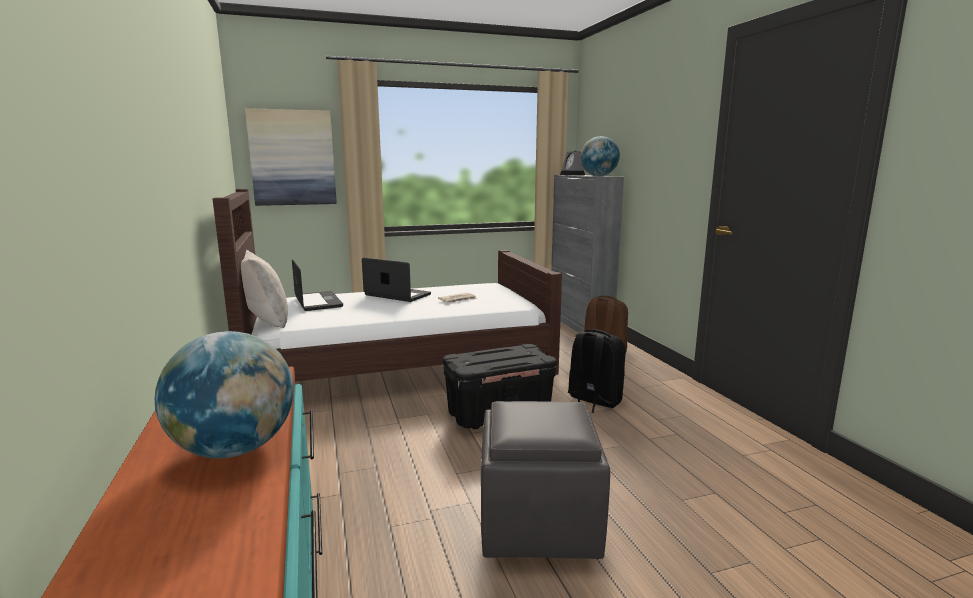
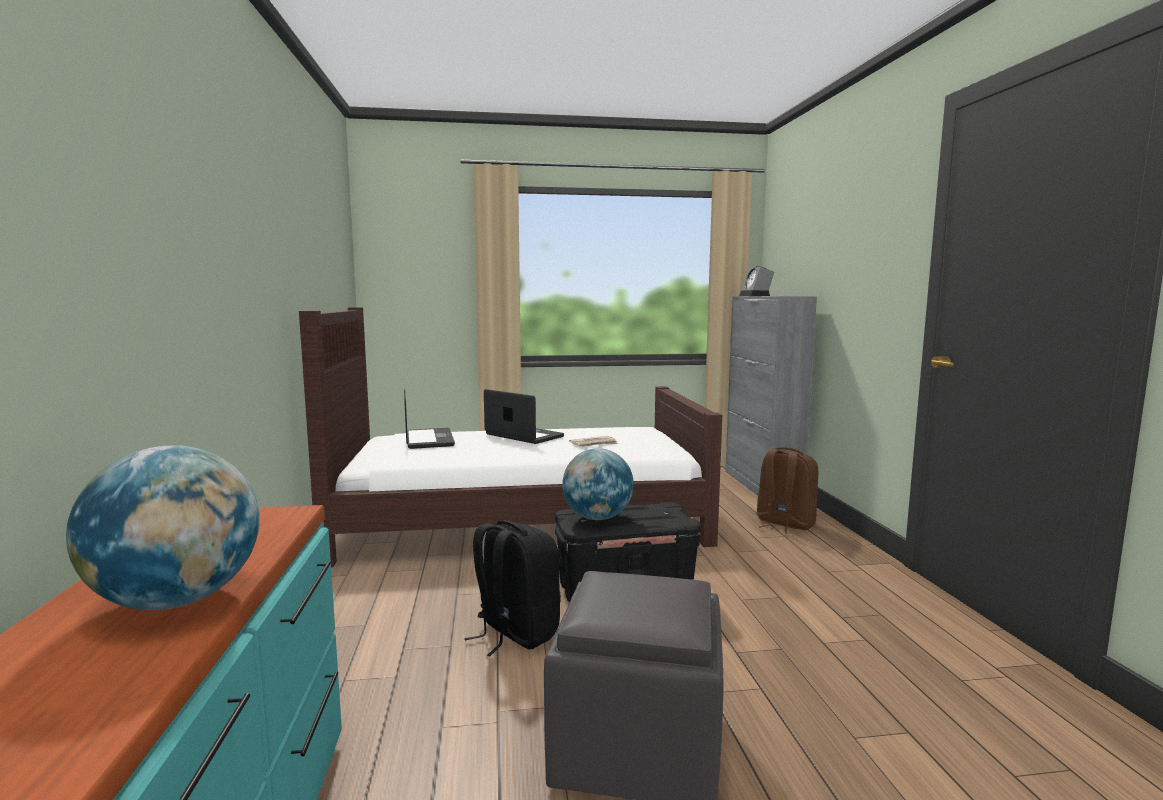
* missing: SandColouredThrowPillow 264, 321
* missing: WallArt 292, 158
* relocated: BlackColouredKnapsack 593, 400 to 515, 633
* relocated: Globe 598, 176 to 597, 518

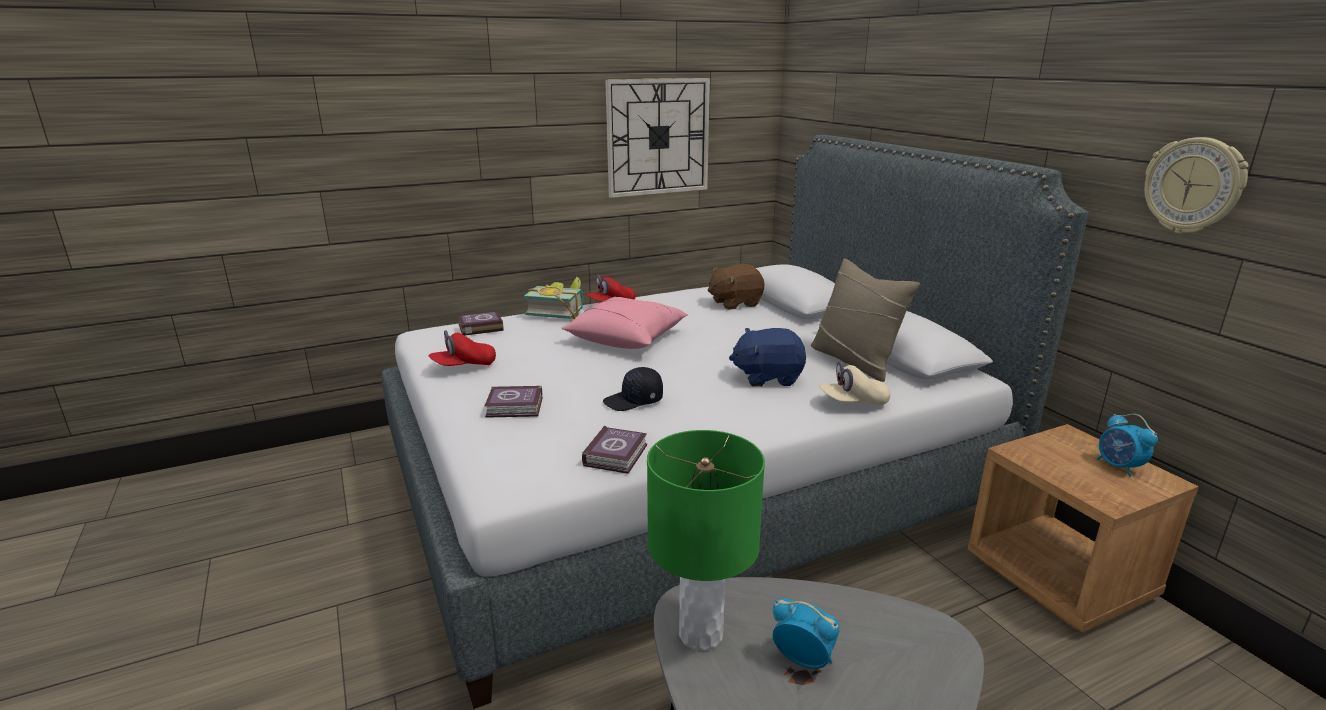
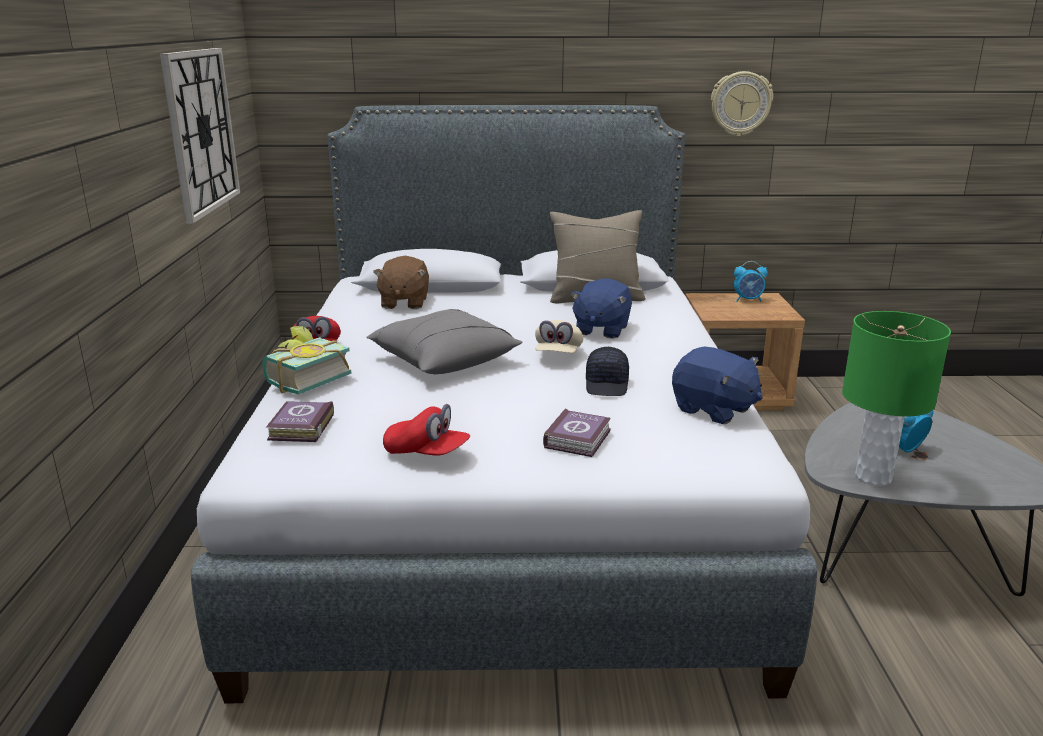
* relocated: SandColouredPeakedCap 853, 402 to 558, 355
* exchanged: Book 617, 454 to BluishPlushToy 713, 410
* colour: PinkColouredThrowPillow 627, 338 to GreyishThrowPillow 443, 360
* spun: RedPeakedCap 464, 366 = 426, 453 60 degrees counterclockwise

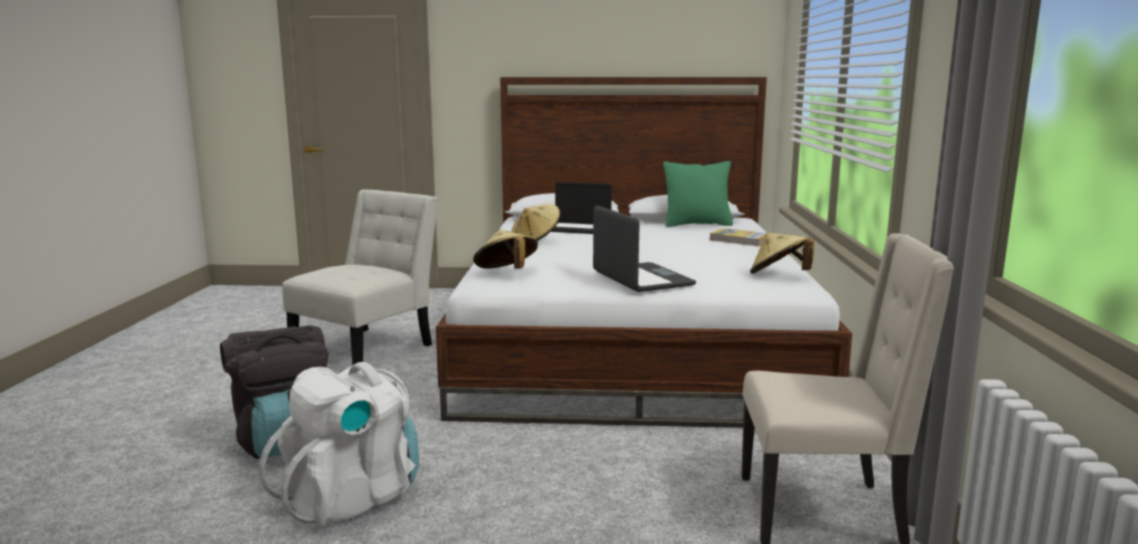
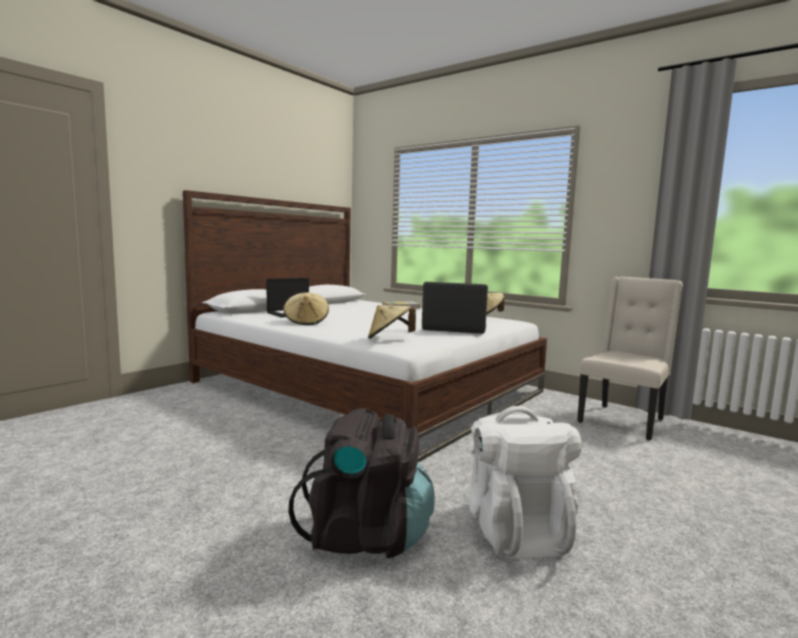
* missing: WhiteChair 368, 348
* missing: GreenishThrowPillow 697, 224

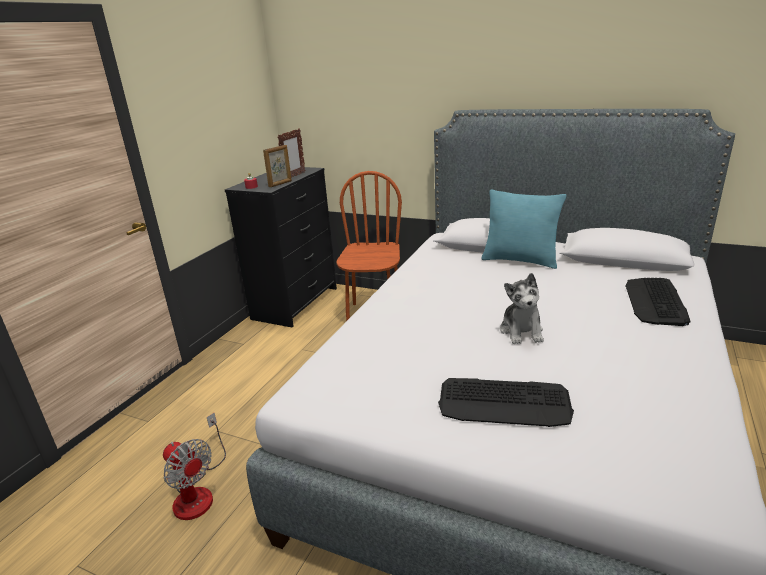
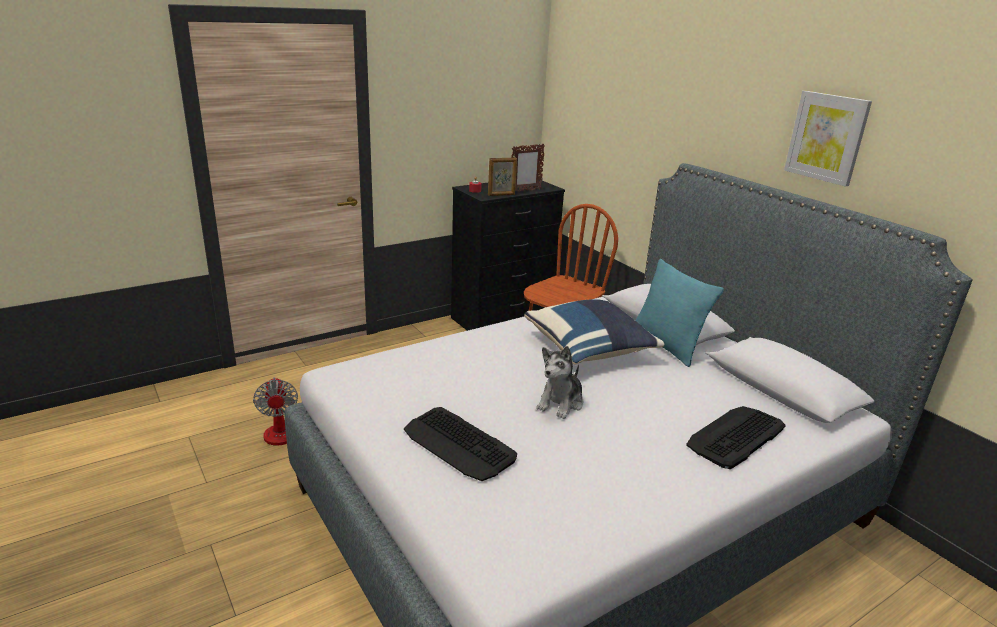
* appeared: BluishThrowPillow 590, 350
* appeared: WallArt 827, 137

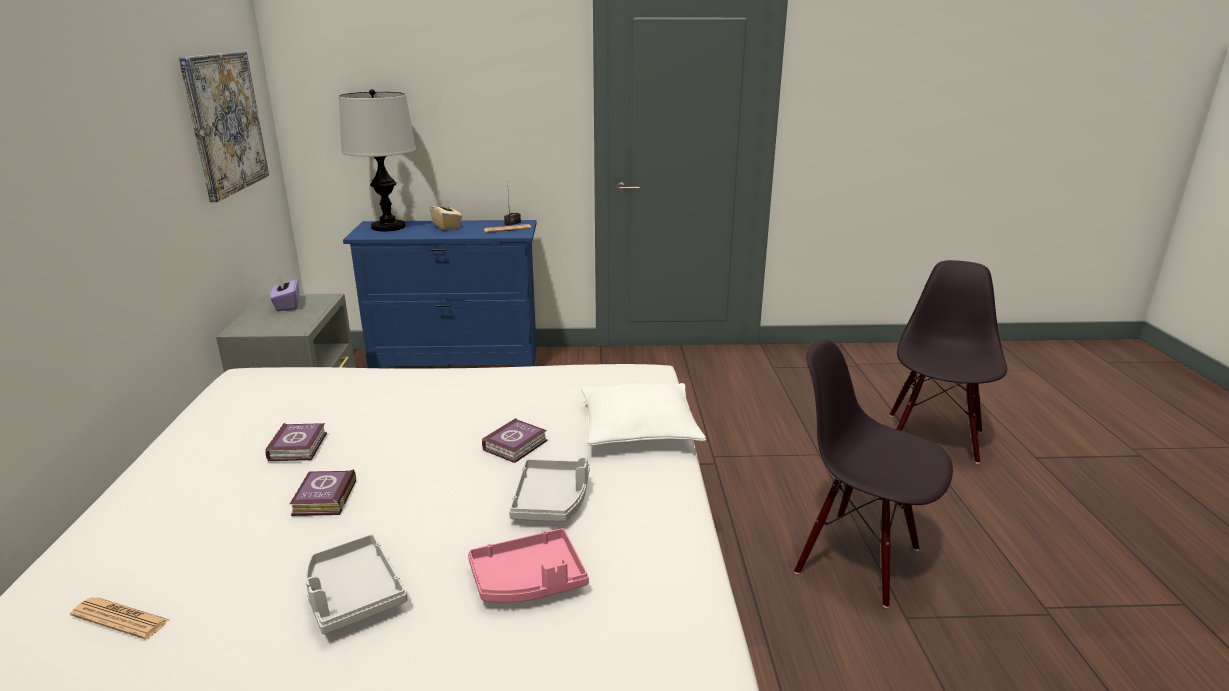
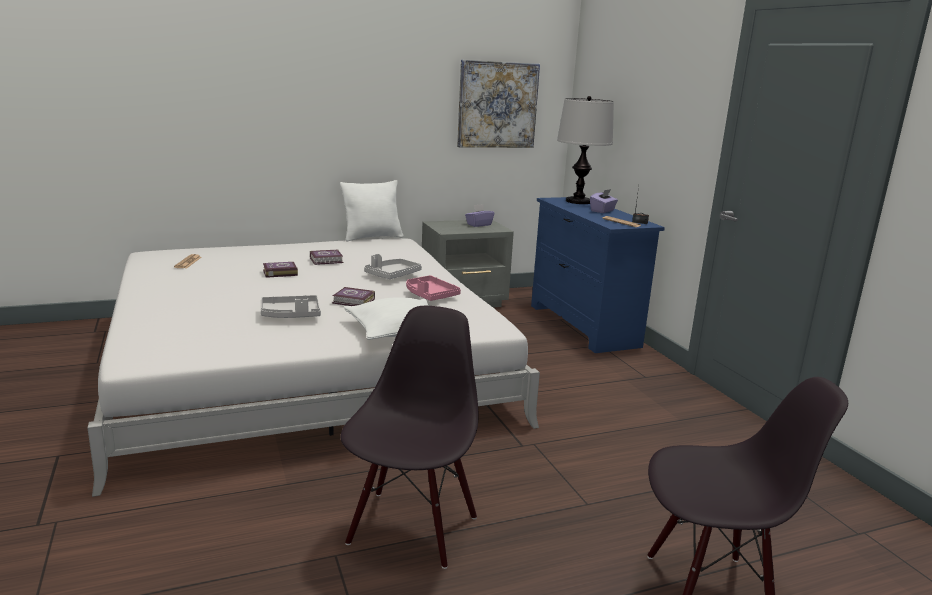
* appeared: WhiteThrowPillow 372, 237
* relocated: GreyishServingTray 352, 595 to 392, 275
* relocated: PinkColouredServingTray 529, 580 to 430, 295
* colour: SandColouredTissueBox 447, 226 to PurpleColouredTissueBox 602, 211

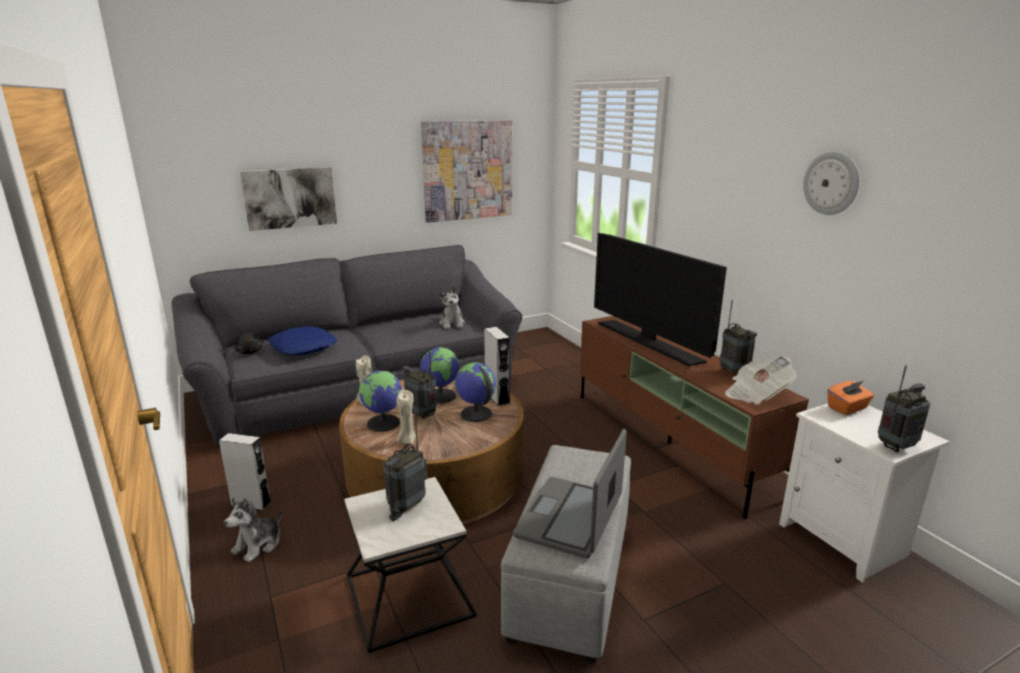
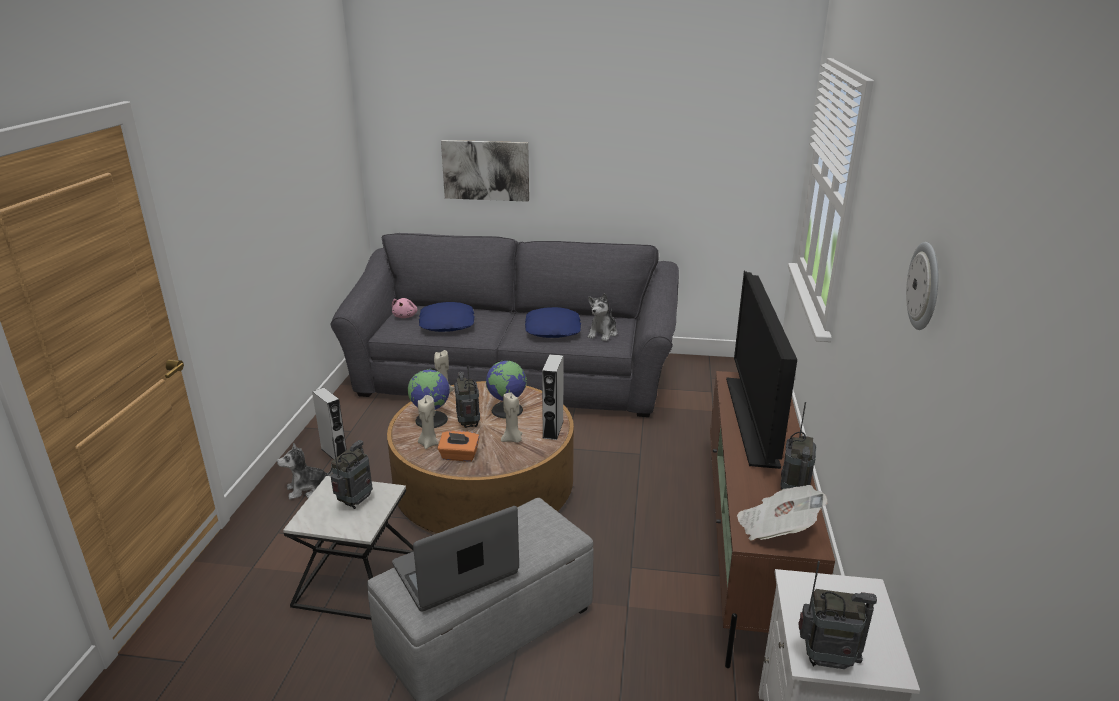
* missing: WallArt 467, 170
* appeared: BluishThrowPillow 553, 329
* relocated: OrangeyTissueBox 847, 408 to 459, 456
* exchanged: Globe 475, 414 to SandColouredWaxCandle 512, 439
* colour: BlackColouredPlushToy 250, 352 to PinkColouredPlushToy 405, 316
* spun: RadioSet 406, 506 = 356, 502 135 degrees clockwise

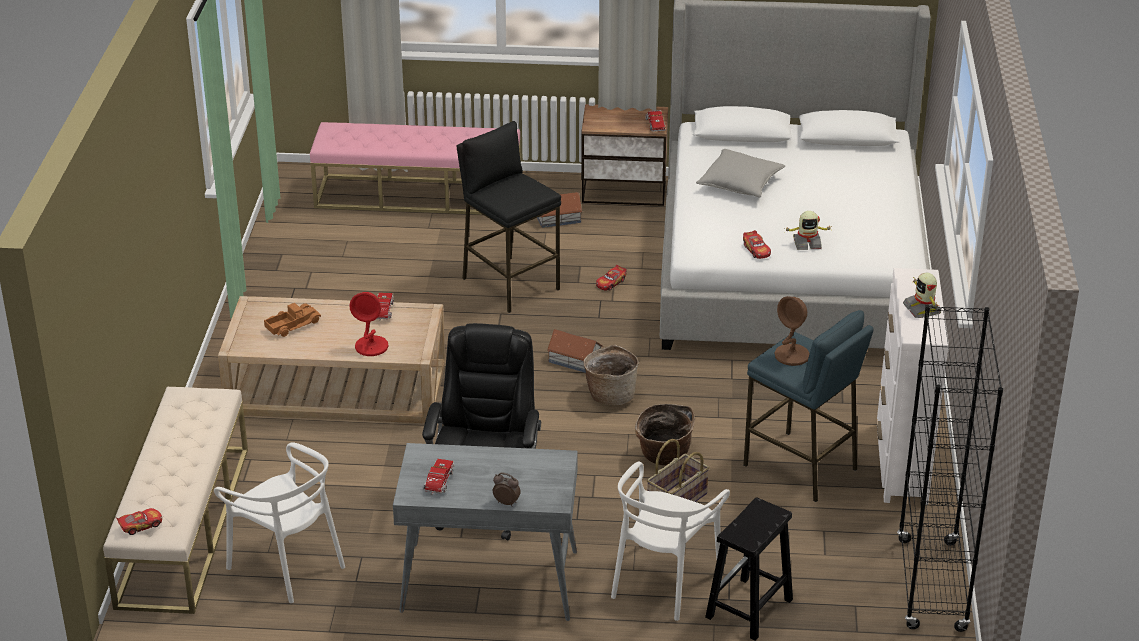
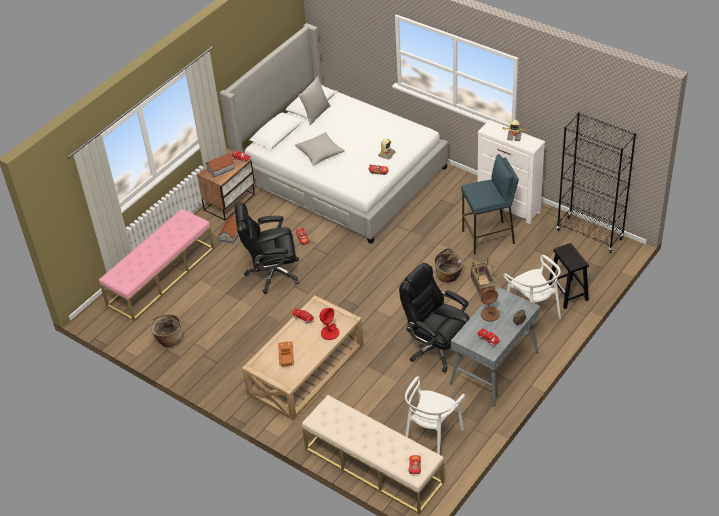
* appeared: GreyishThrowPillow 316, 114
* relocated: MiniatureHouse 574, 359 to 220, 169
* relocated: Basket 610, 395 to 169, 339
* relocated: BrownColouredTabletopLamp 792, 355 to 490, 314
* exchanged: BlackColouredStoolSeat 510, 283 to BlackColouredOfficeChair 272, 273
* spun: WhiteChair 287, 565 = 432, 436 135 degrees clockwise

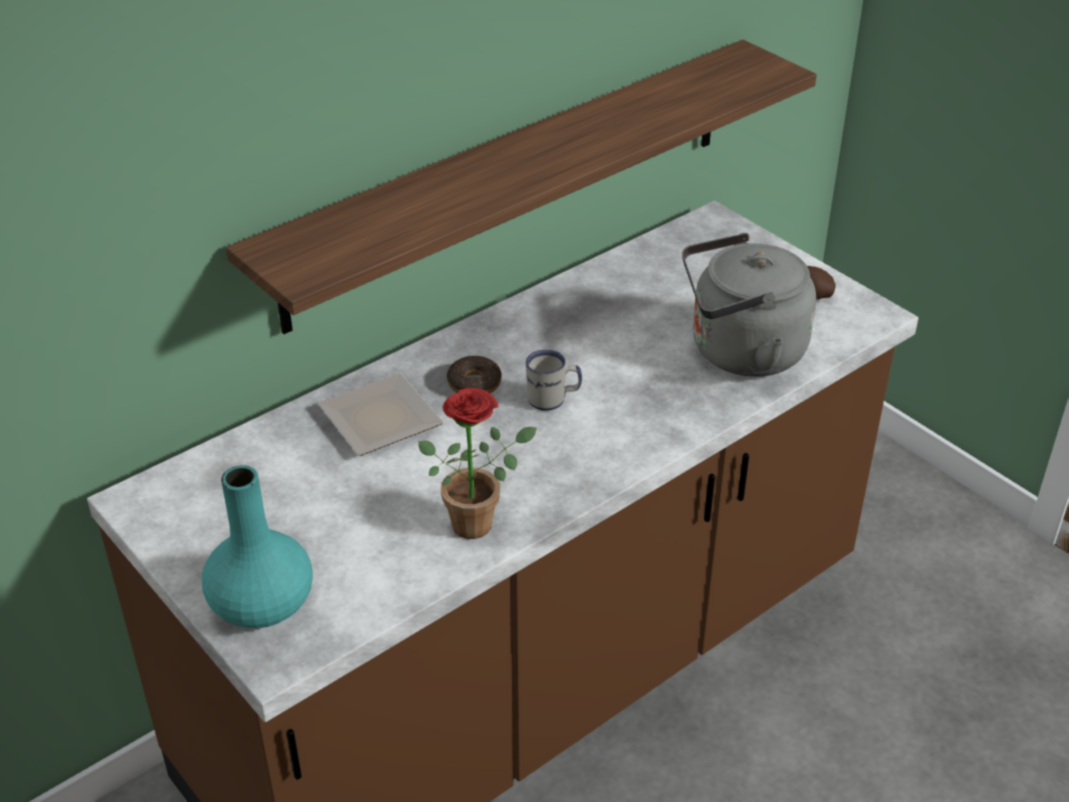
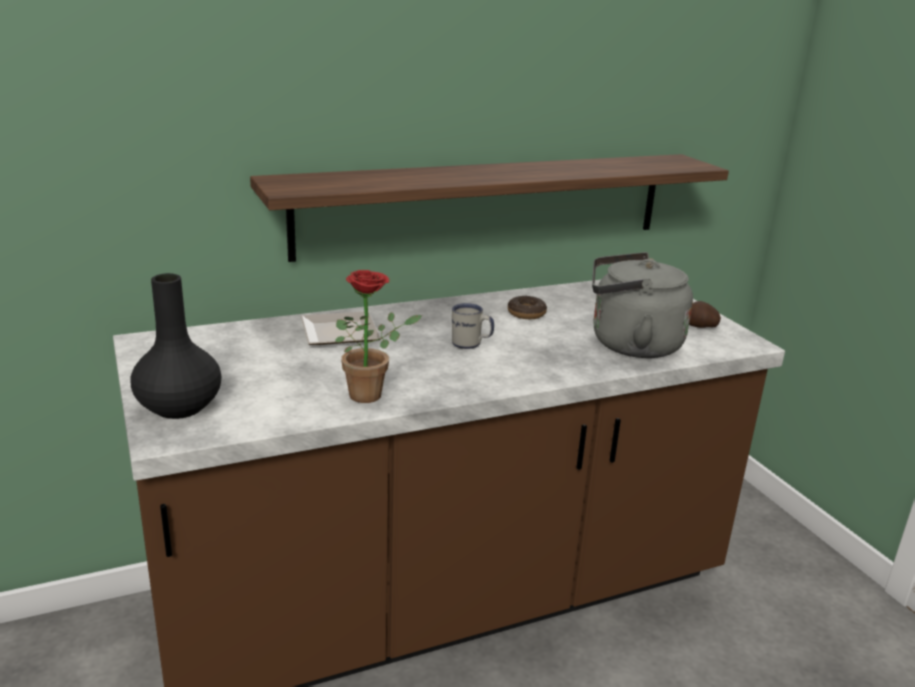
* relocated: RingDoughnut 474, 384 to 526, 313
* colour: TurquoiseFlowerVase 263, 606 to BlackColouredFlowerVase 179, 408

